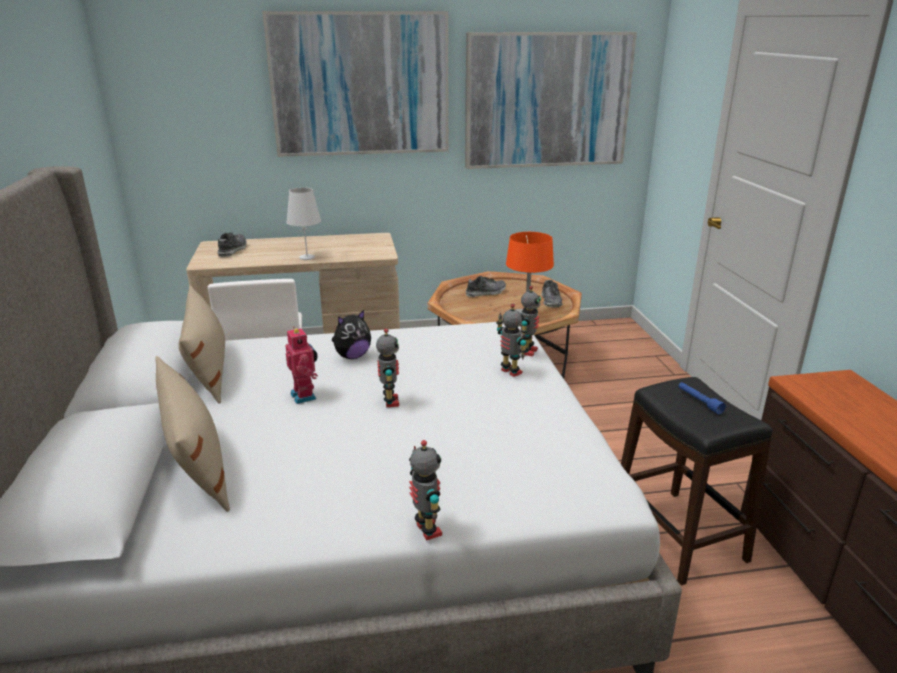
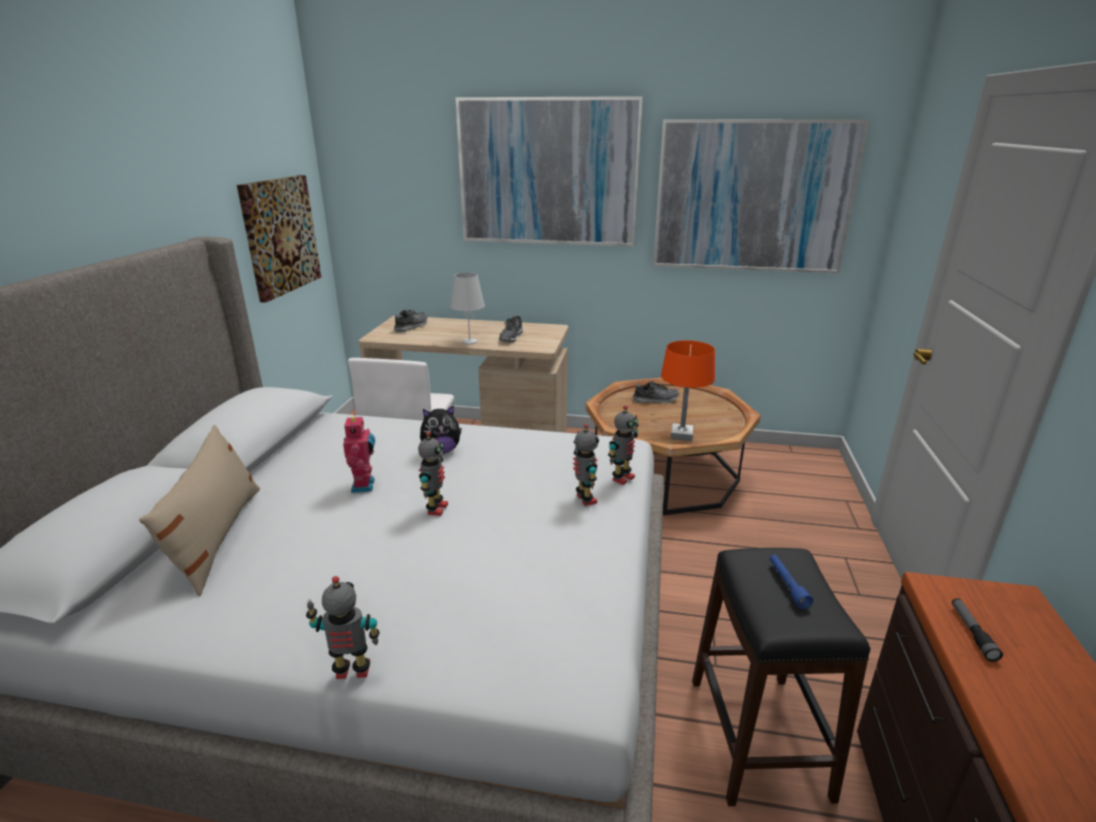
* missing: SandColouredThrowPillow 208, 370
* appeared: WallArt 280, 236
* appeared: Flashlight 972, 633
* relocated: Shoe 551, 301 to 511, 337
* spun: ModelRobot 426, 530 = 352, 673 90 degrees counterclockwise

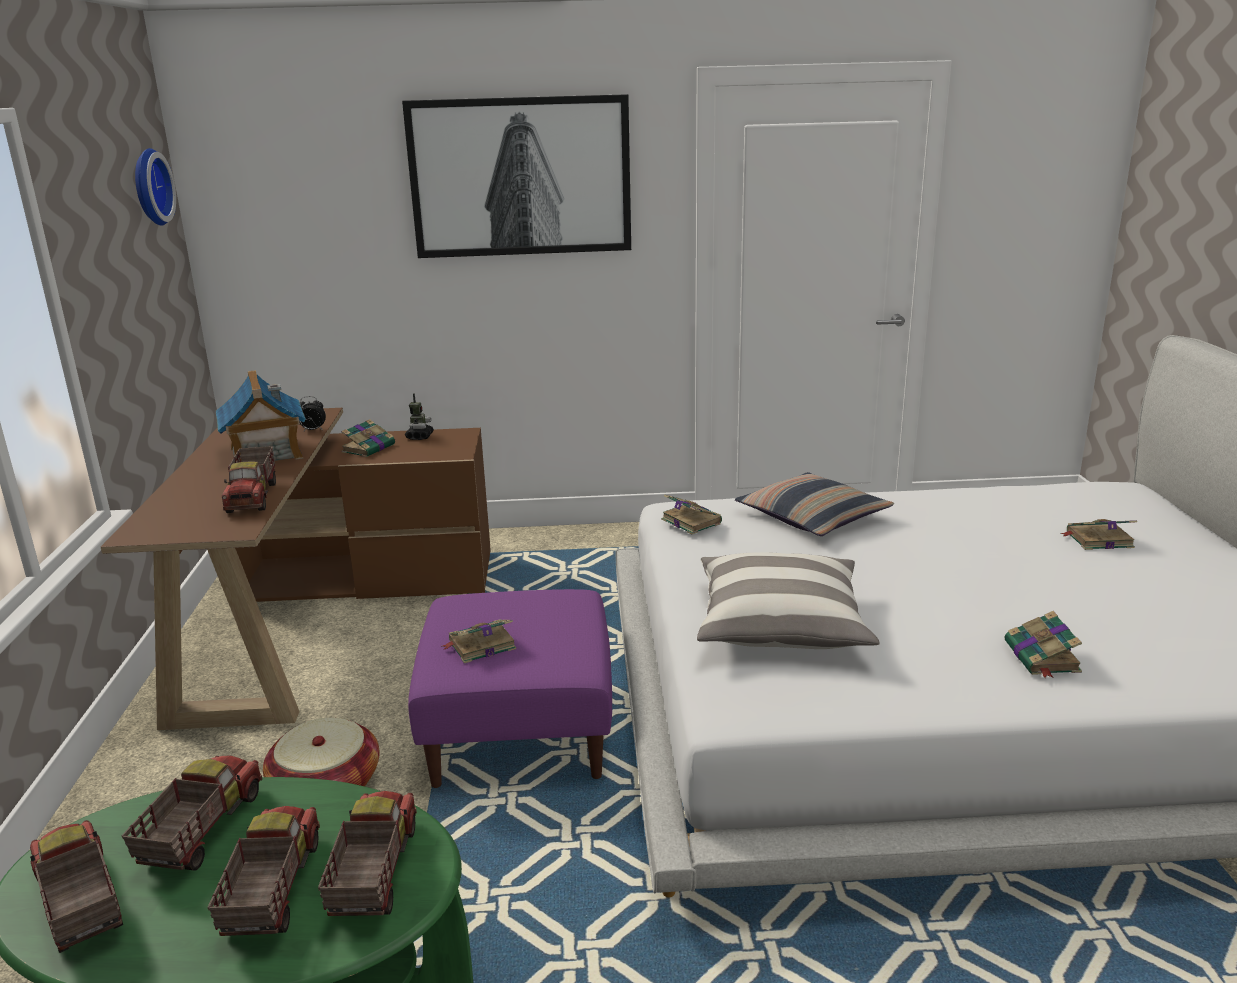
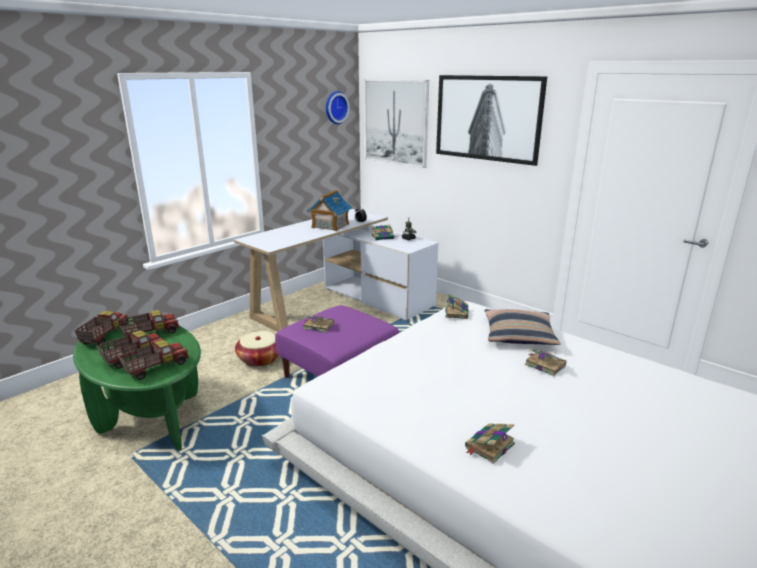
* missing: ModelTruck 254, 497
* missing: ThrowPillow 780, 625
* appeared: WallArt 396, 122
* relocated: Book 1097, 540 to 544, 365
* colour: BrownColouredDesk 319, 617 to WhiteDesk 342, 304

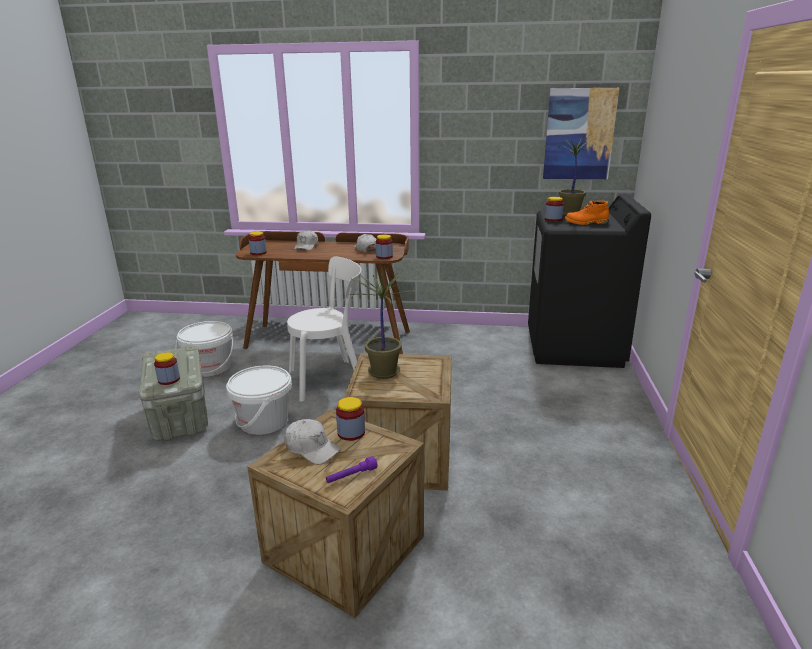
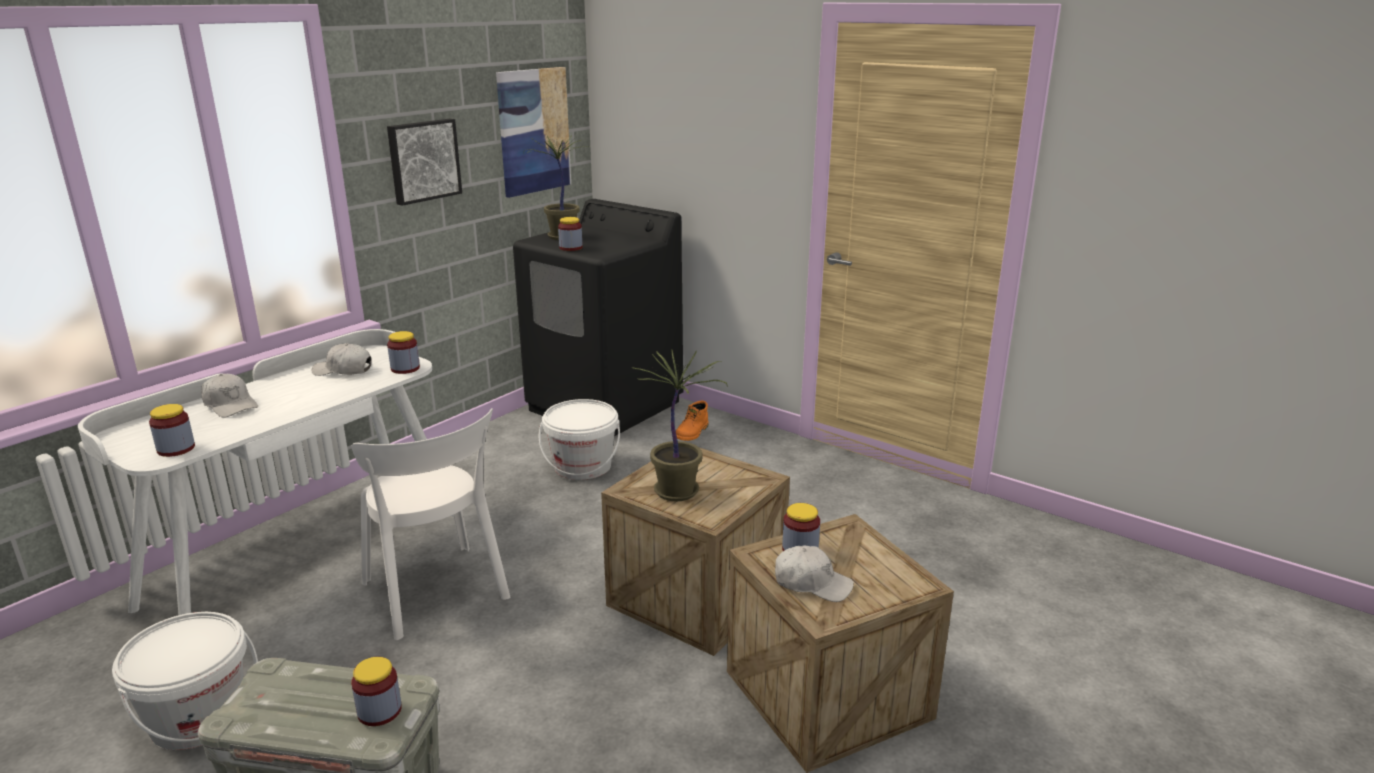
* missing: PurpleColouredFlashlight 351, 476
* appeared: WallArt 423, 160
* relocated: WhiteBucket 264, 421 to 582, 466
* relocated: OrangeyBoot 586, 223 to 692, 433
* colour: BrownColouredDesk 329, 339 to WhiteDesk 306, 557
* spun: WhitePeakedCap 311, 448 = 812, 583 45 degrees clockwise
* spun: WhiteChair 330, 379 = 437, 594 135 degrees clockwise

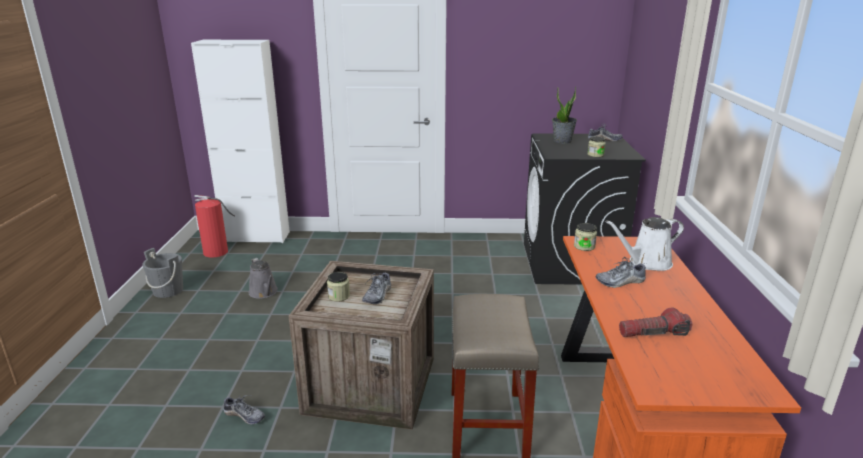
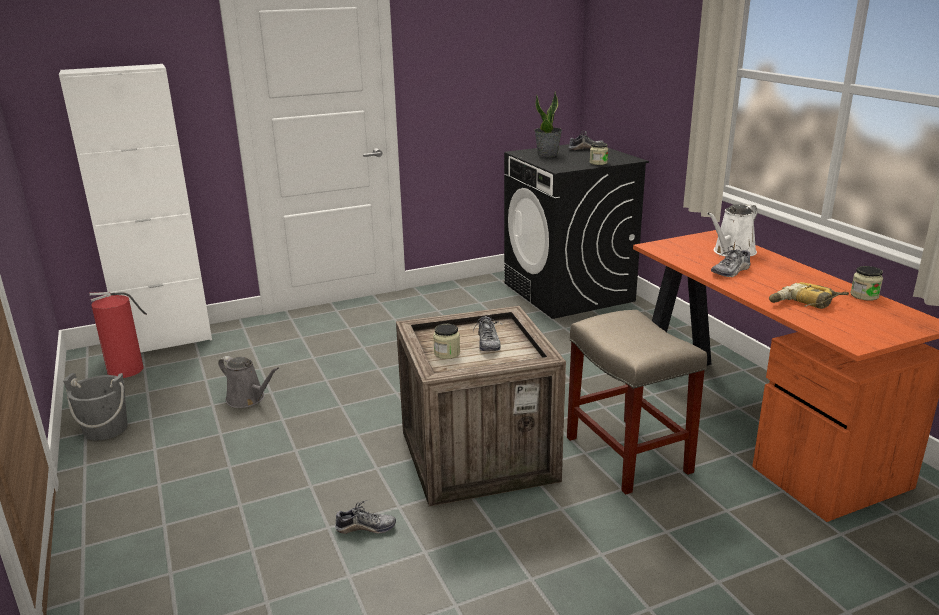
* relocated: PreserveJar 584, 246 to 864, 295
* exchanged: Flashlight 653, 333 to ElectricDrill 805, 304

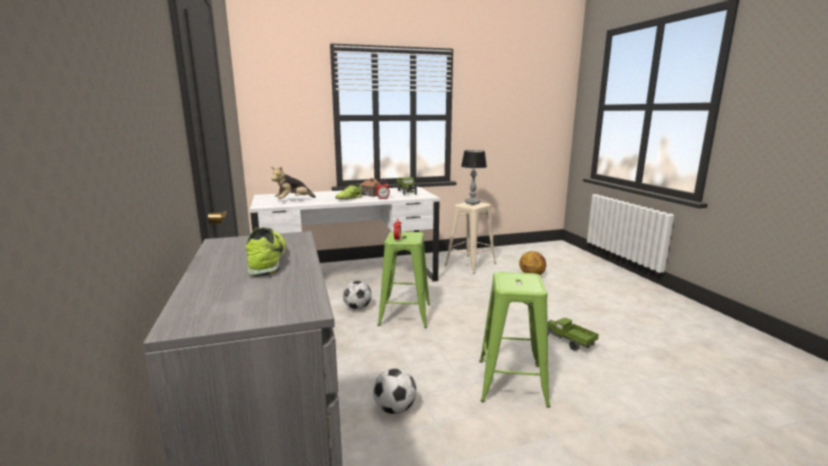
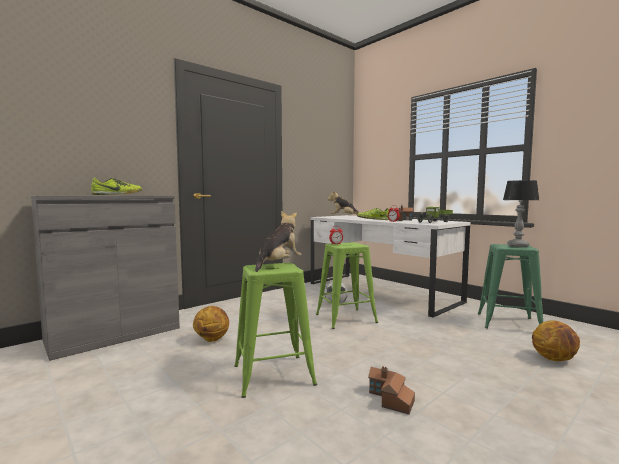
* appeared: PlushToy 278, 265
* exchanged: BallForFootball 395, 409 to BasketballBall 212, 339
* exchanged: ModelTruck 567, 341 to MiniatureHouse 390, 399
* colour: SandColouredStoolSeat 470, 264 to GreenishStoolSeat 508, 323

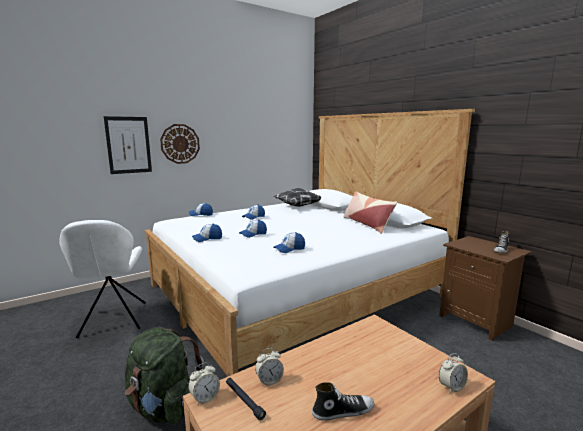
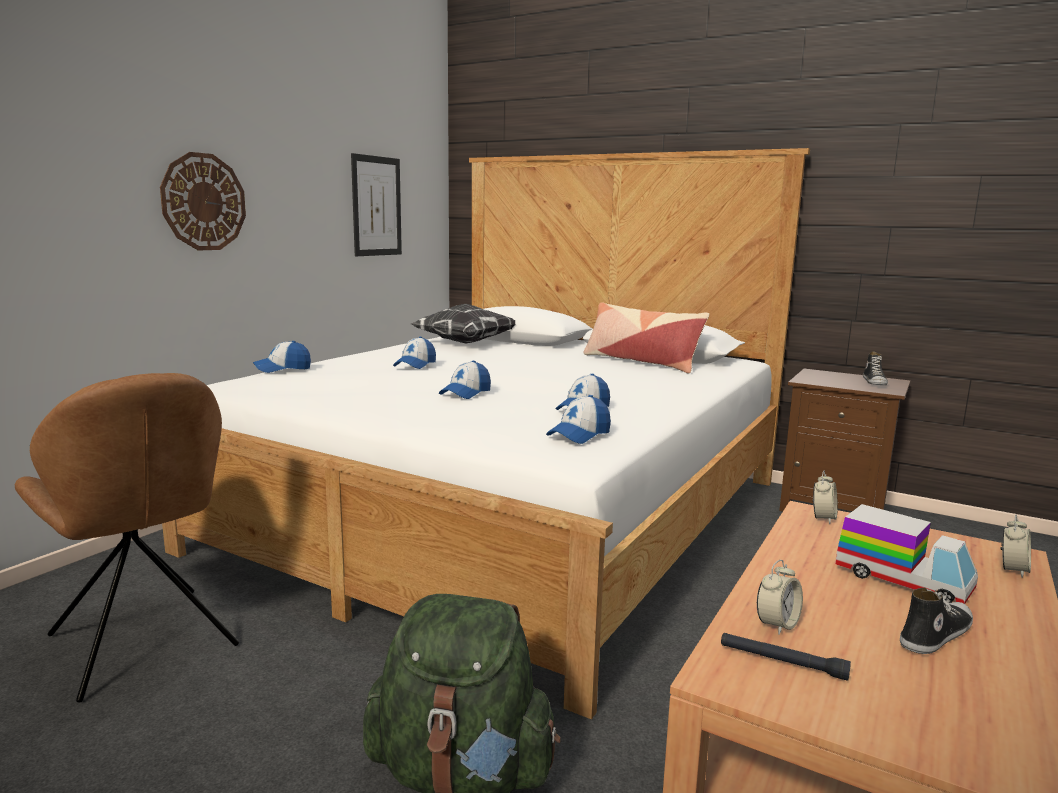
* appeared: ModelTruck 902, 580
* relocated: WallArt 128, 145 to 376, 206
* relocated: TableClock 204, 397 to 823, 518
* relocated: PeakedCap 207, 238 to 579, 435
* colour: WhiteChair 113, 320 to BrownColouredChair 144, 644

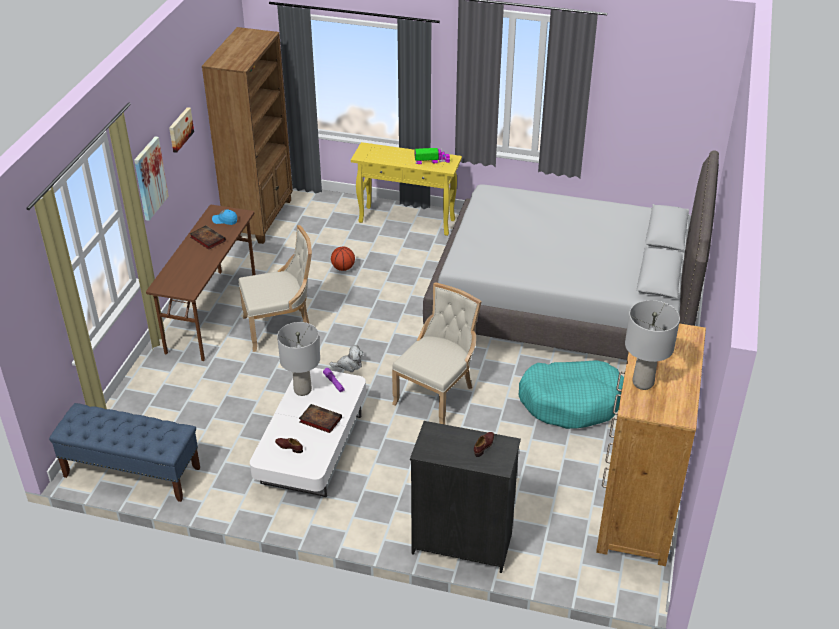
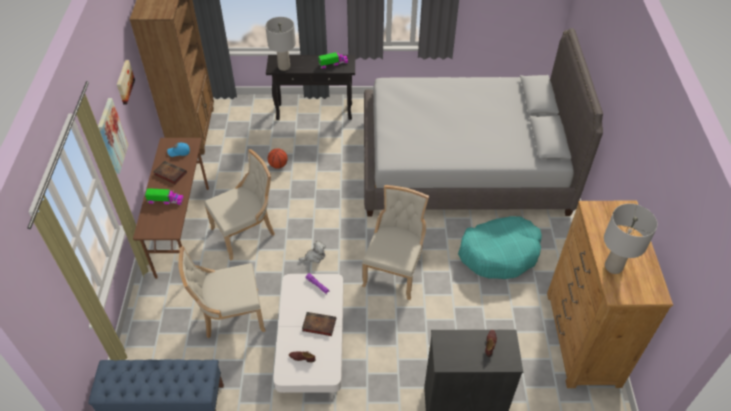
* appeared: ModelTruck 165, 200
* appeared: SandColouredChair 230, 316
* relocated: GreyishTabletopLamp 303, 390 to 284, 67
* colour: YellowColouredHallTable 407, 221 to BlackColouredHallTable 315, 111

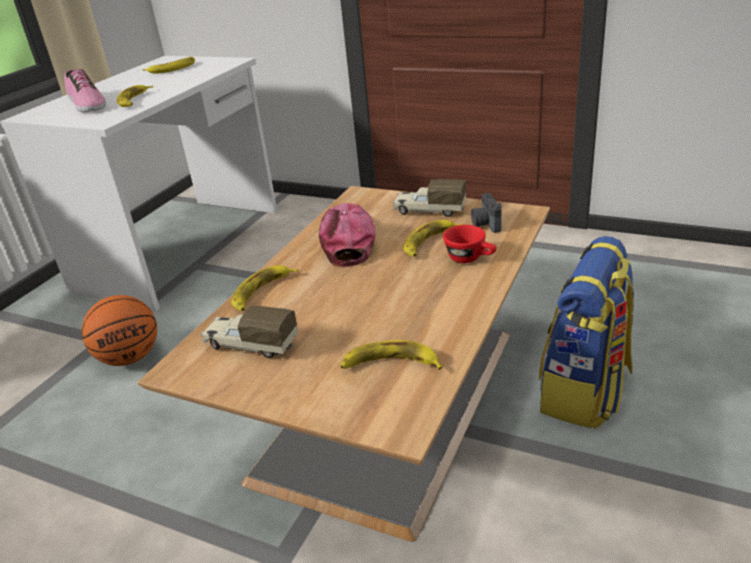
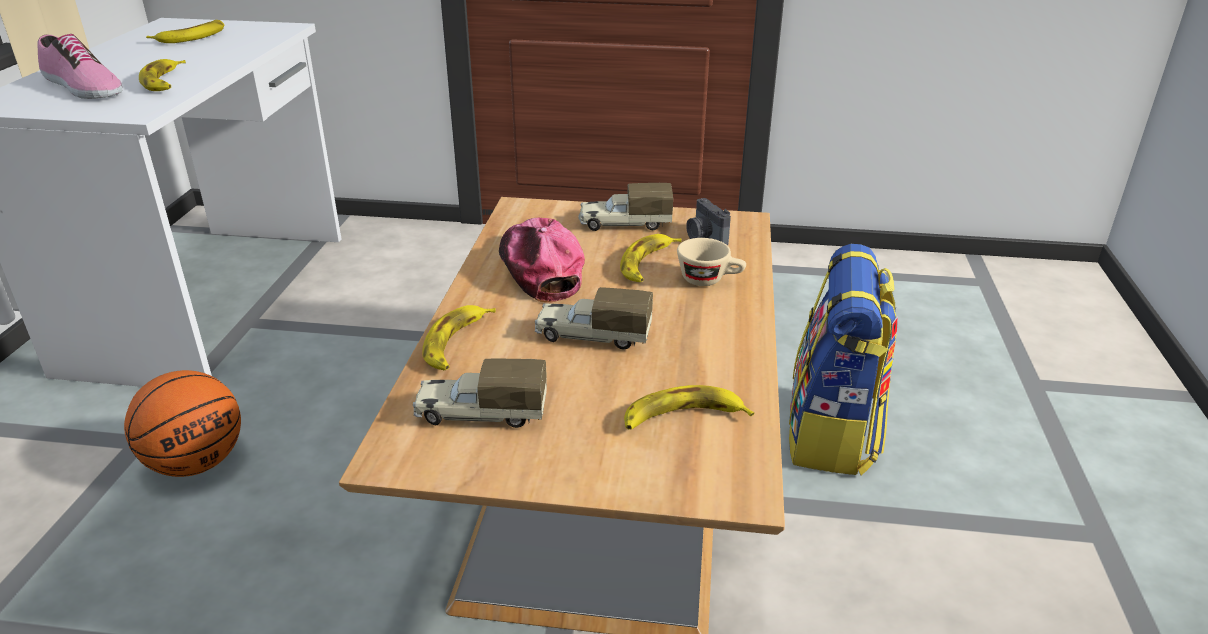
* appeared: ModelTruck 592, 336
* colour: RedDrinkingCup 470, 258 to SandColouredDrinkingCup 709, 280

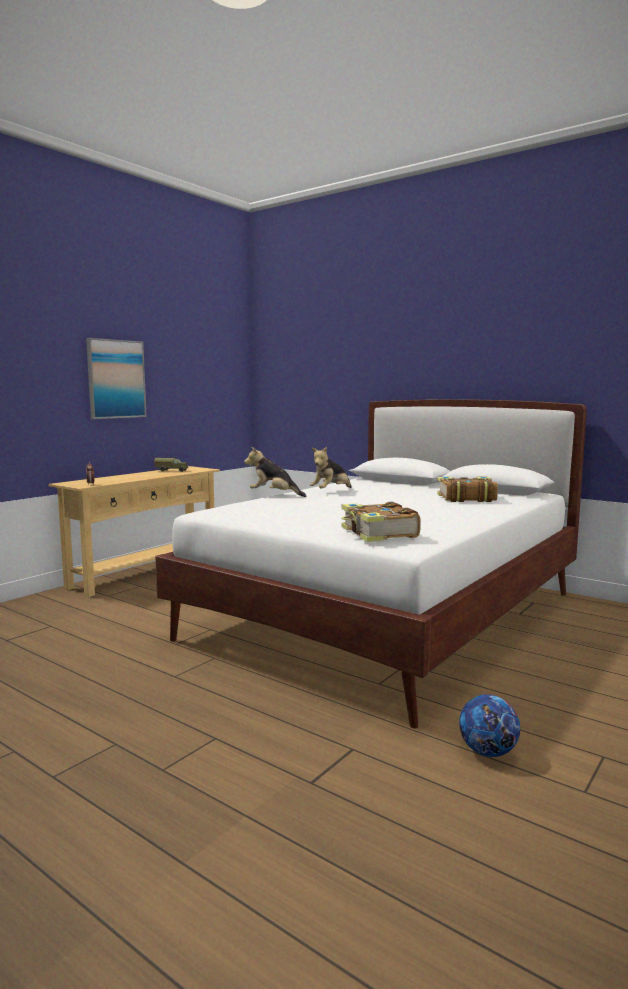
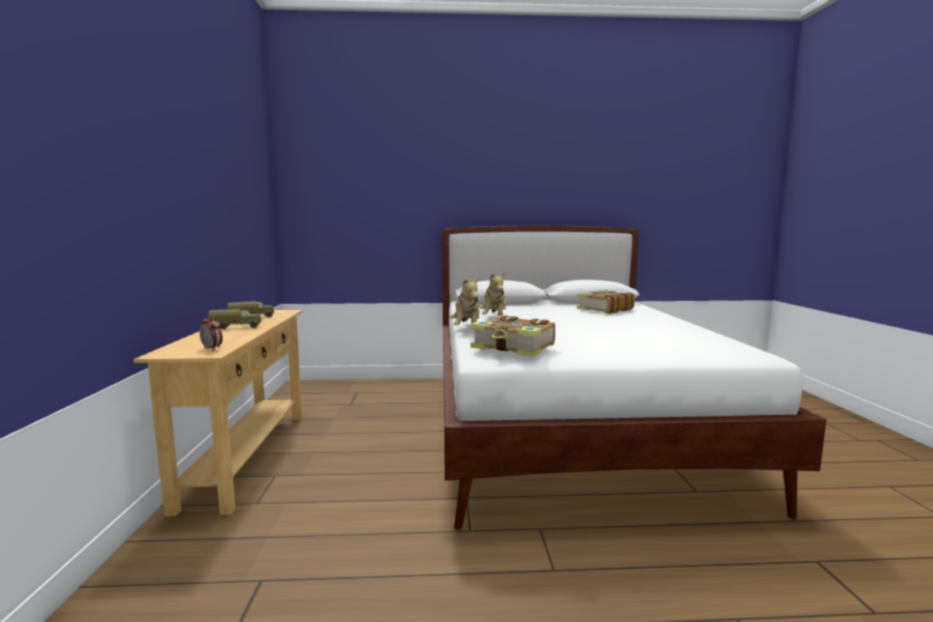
* missing: WallArt 116, 379
* missing: BallForFootball 488, 752
* appeared: ModelTruck 236, 327
* relocated: Book 378, 534 to 514, 348
* spun: PlushToy 274, 495 = 466, 328 75 degrees counterclockwise

